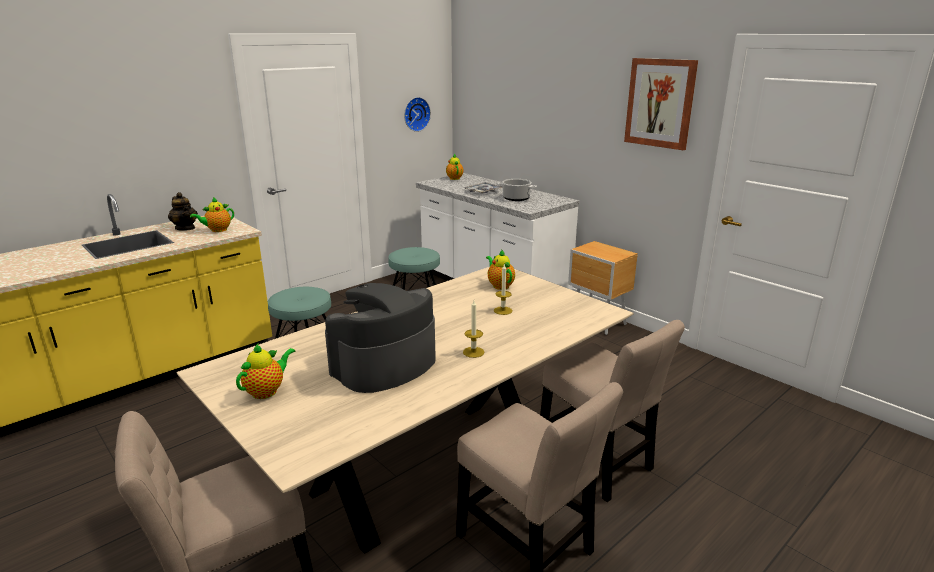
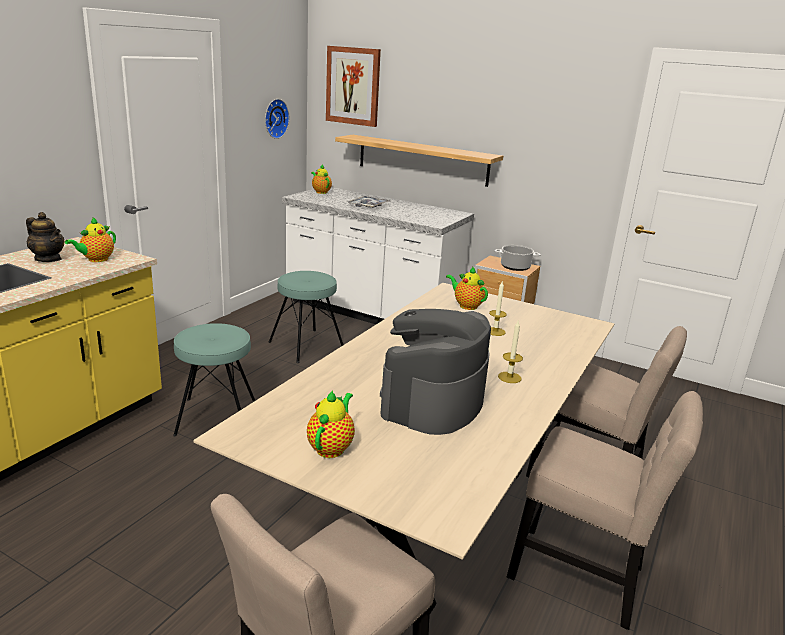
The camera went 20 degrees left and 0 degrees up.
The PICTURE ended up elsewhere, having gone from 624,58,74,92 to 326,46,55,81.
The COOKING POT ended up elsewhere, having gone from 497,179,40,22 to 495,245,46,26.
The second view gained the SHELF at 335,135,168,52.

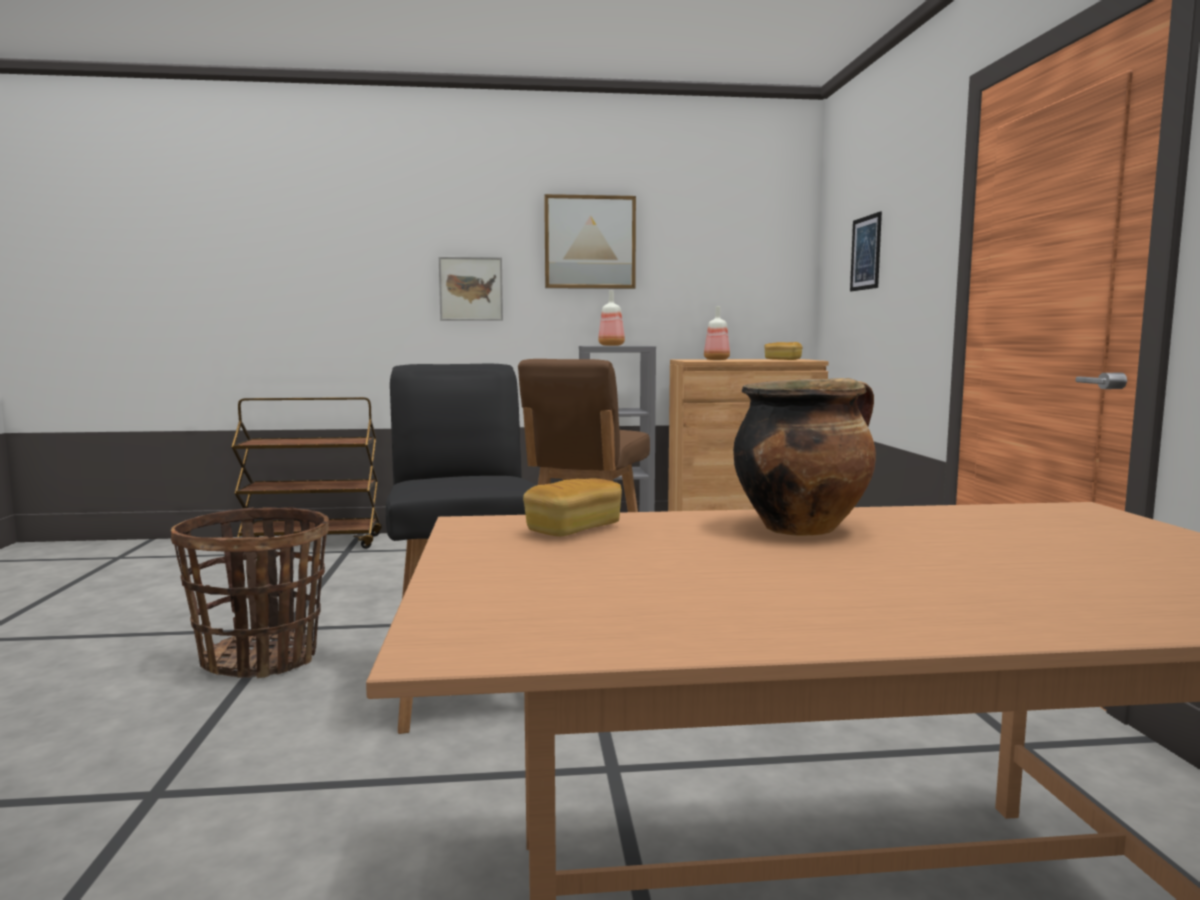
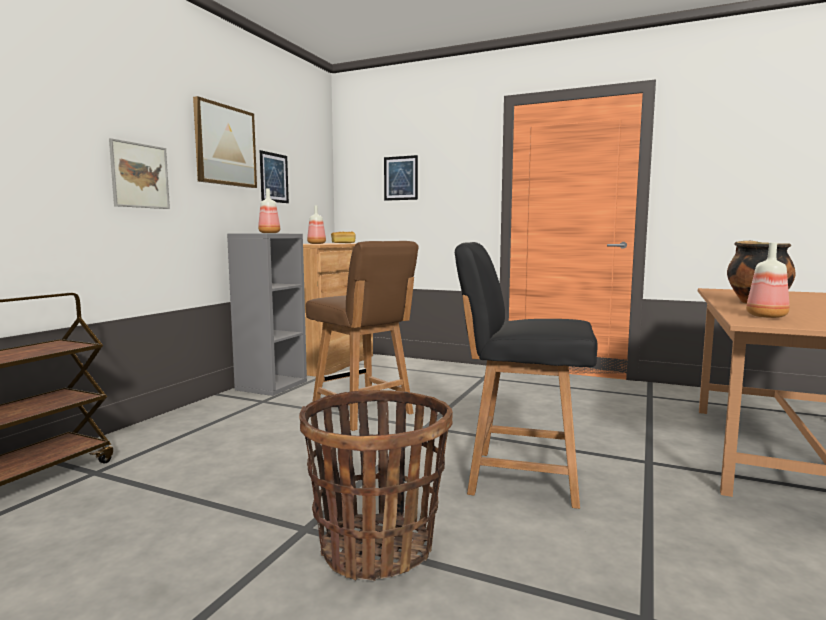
The camera went 60 degrees left and 0 degrees up.
Where the BREAD stood at 523,478,99,58, the BOTTLE came to stand at 746,243,43,75.
The second view gained the PICTURE at 260,150,29,53.

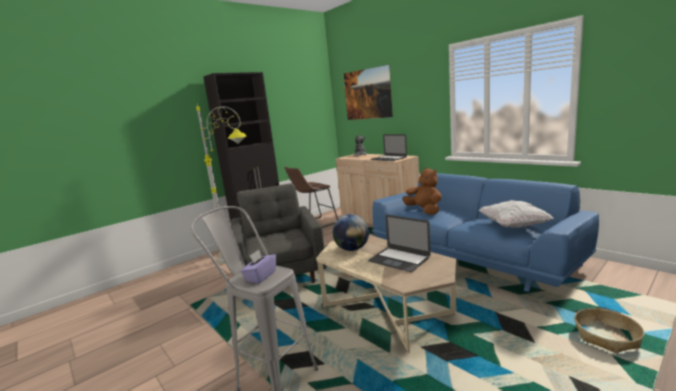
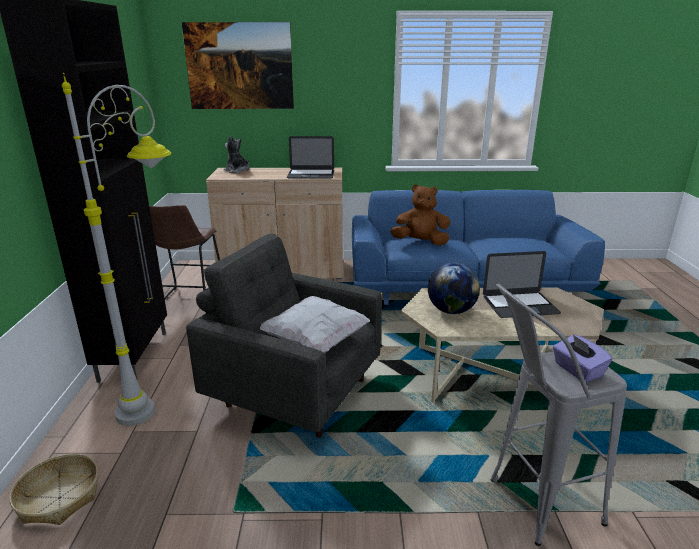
The camera went 50 degrees left and 10 degrees up.
The WHITE PILLOW ended up elsewhere, having gone from 478,200,75,28 to 260,296,110,57.
The BASKET ended up elsewhere, having gone from 574,308,71,45 to 9,454,89,71.

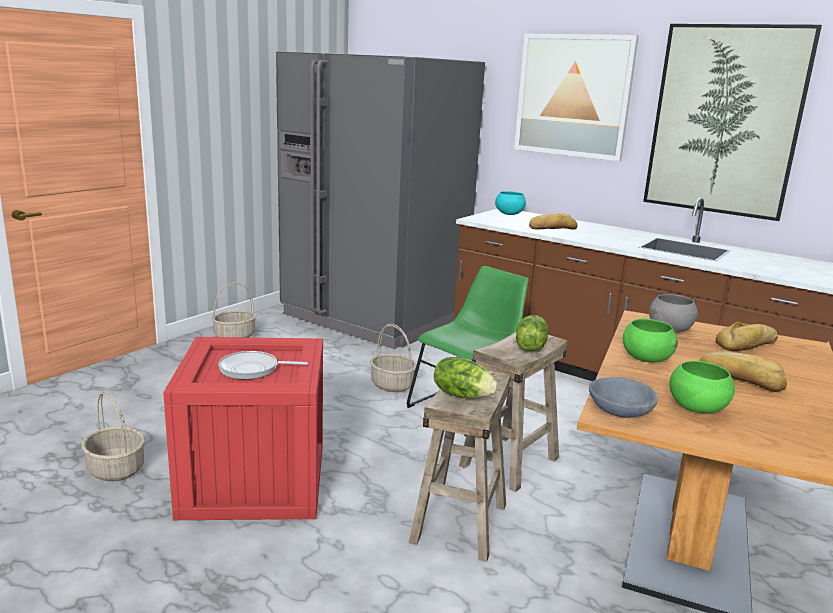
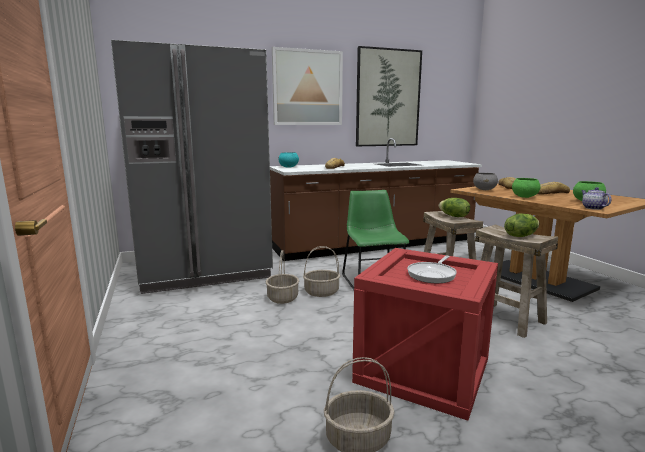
The camera went 55 degrees left and 5 degrees down.
The BASKET ended up elsewhere, having gone from 212,282,44,55 to 266,250,33,54.
Where the GREY BOWL stood at 589,377,69,41, the TEAPOT came to stand at 581,187,31,23.

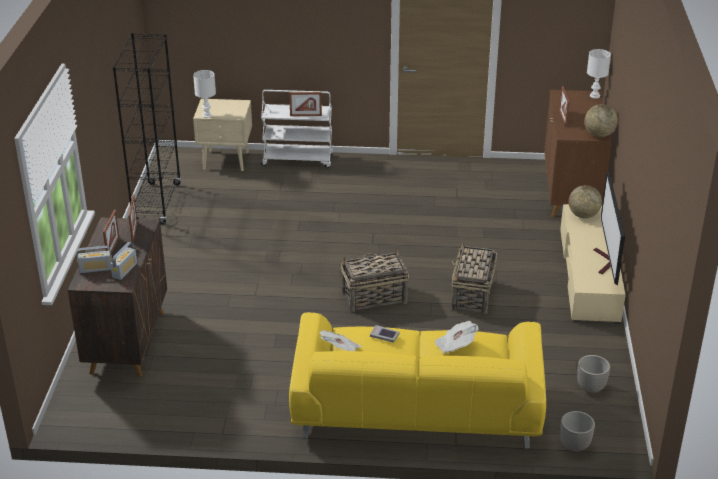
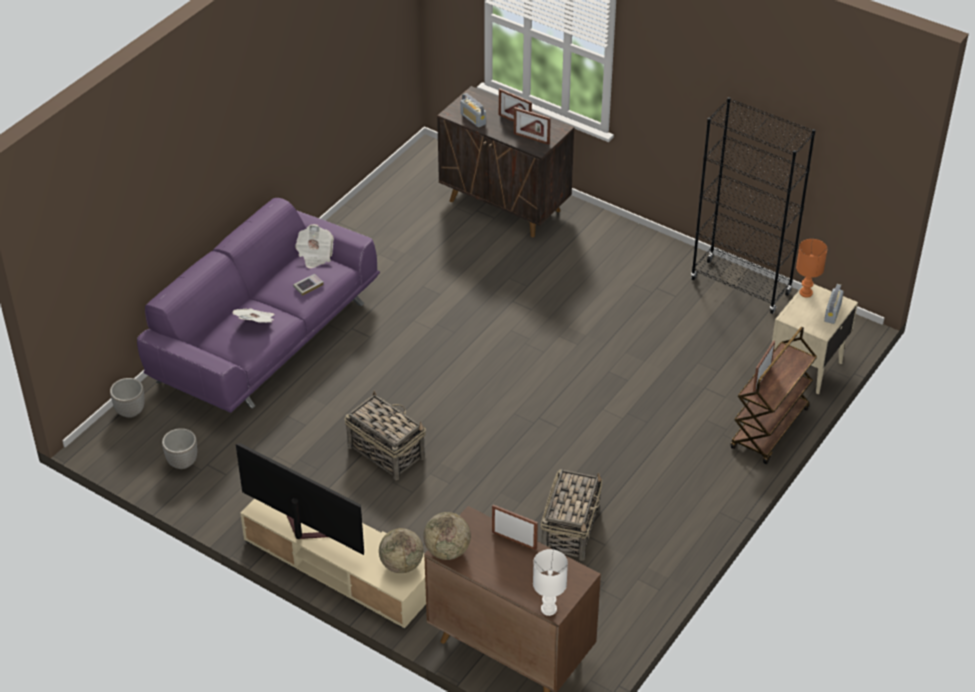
The camera went 120 degrees right and 10 degrees up.
What was the WHITE TABLE LAMP at 193,70,23,48 turned into the ORANGE TABLE LAMP at 796,239,31,58.
What was the WHITE CART at 261,90,72,78 turned into the BROWN CART at 730,327,87,137.
The RADIO ended up elsewhere, having gone from 77,246,35,27 to 824,284,20,40.
The BASKET ended up elsewhere, having gone from 340,249,69,63 to 540,469,62,92.
What was the YELLOW SOFA at 289,312,257,137 turned into the PURPLE SOFA at 137,198,243,215.

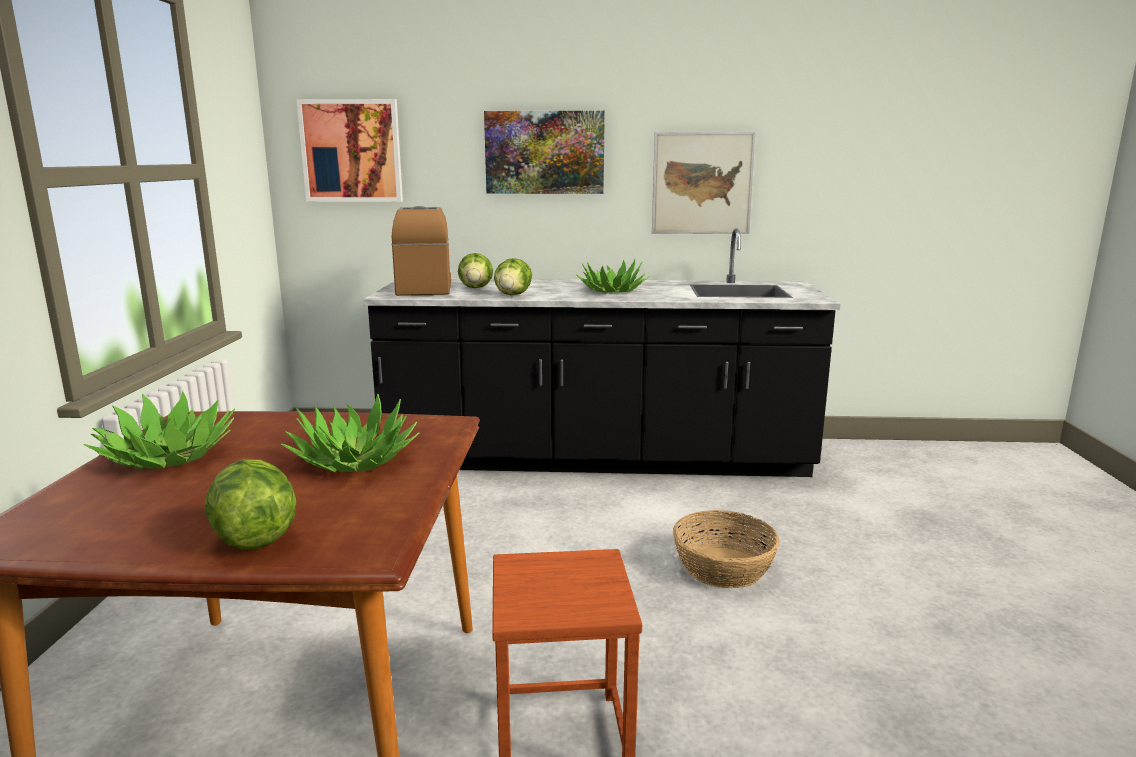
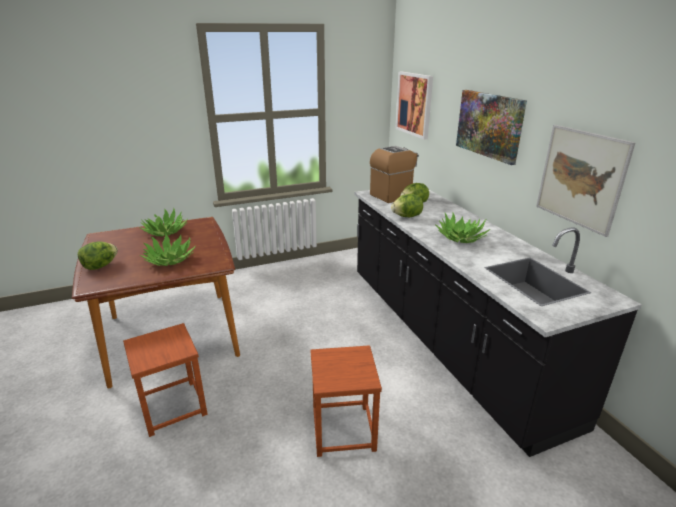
The camera went 65 degrees right and 10 degrees up.
Where the BASKET stood at 673,510,107,78, the BROWN STOOL came to stand at 310,345,72,112.

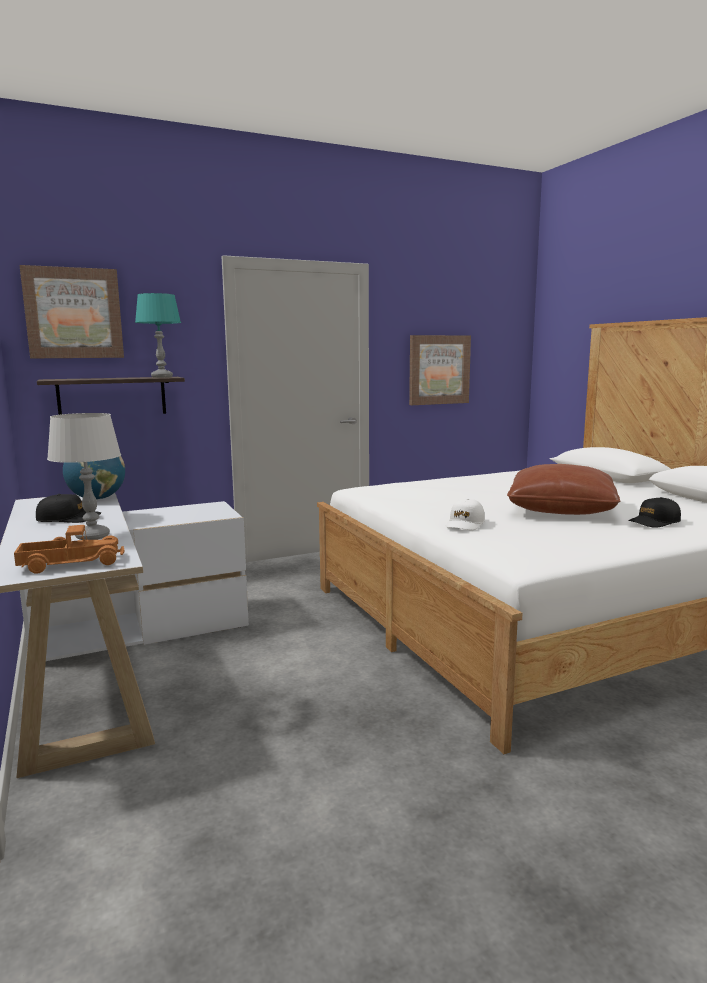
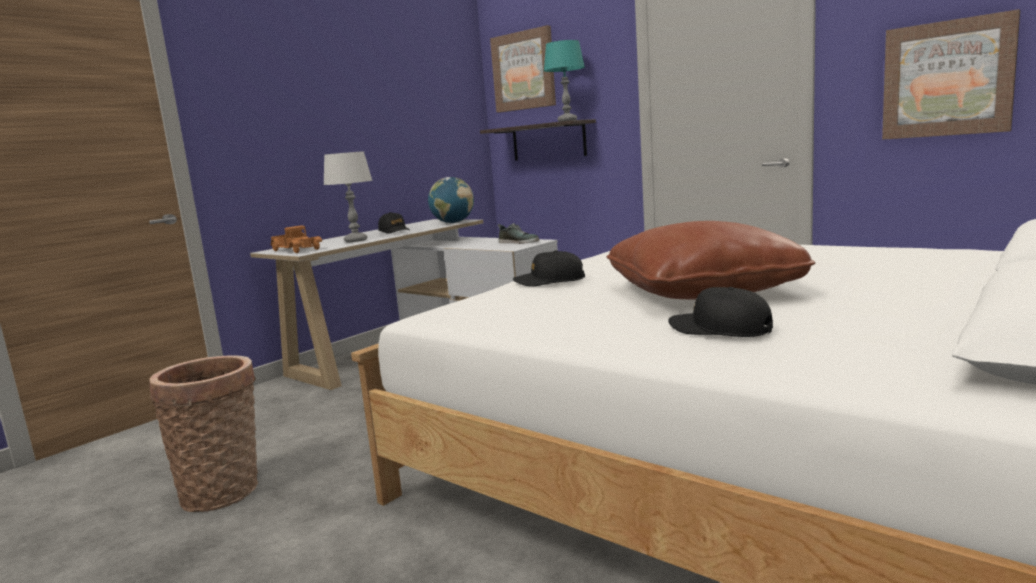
The camera went 65 degrees right and 0 degrees up.
What was the WHITE CAP at 445,499,40,31 turned into the BLACK CAP at 513,250,72,36.
The second view gained the SHOE at 498,223,41,21.
The second view gained the BASKET at 149,355,109,157.

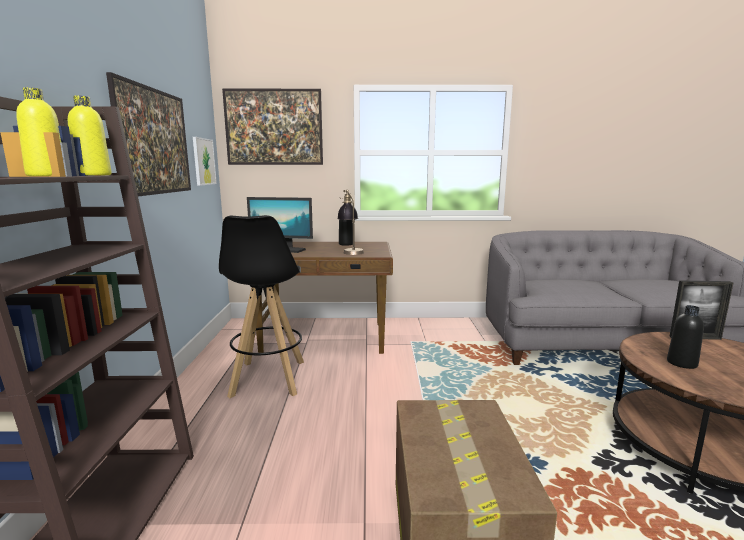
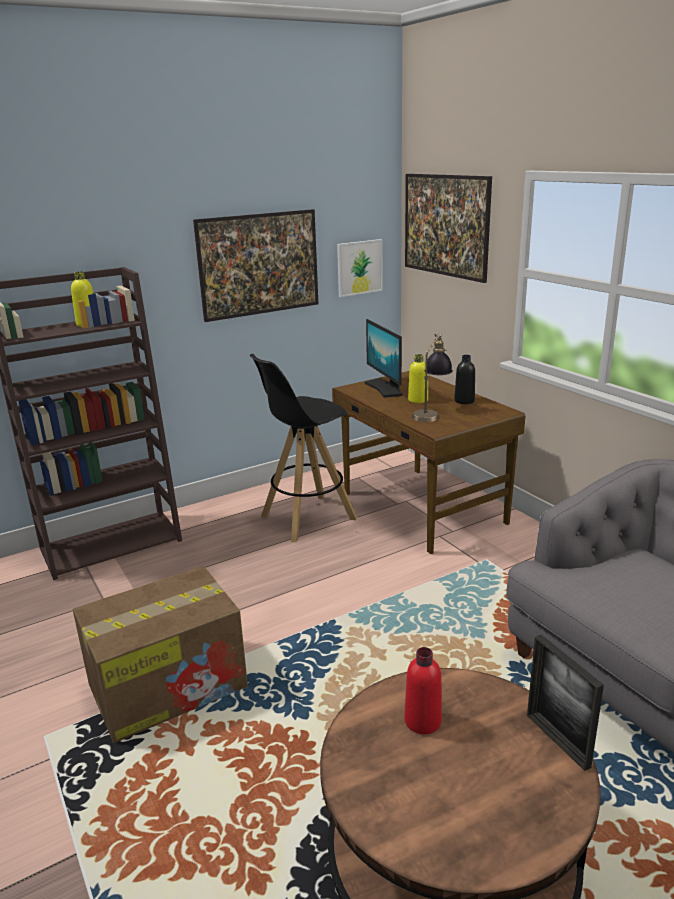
The camera went 60 degrees right and 10 degrees up.
The YELLOW BOTTLE ended up elsewhere, having gone from 68,96,44,80 to 408,354,20,49.
What was the BLACK BOTTLE at 667,305,37,64 turned into the RED BOTTLE at 404,647,38,87.

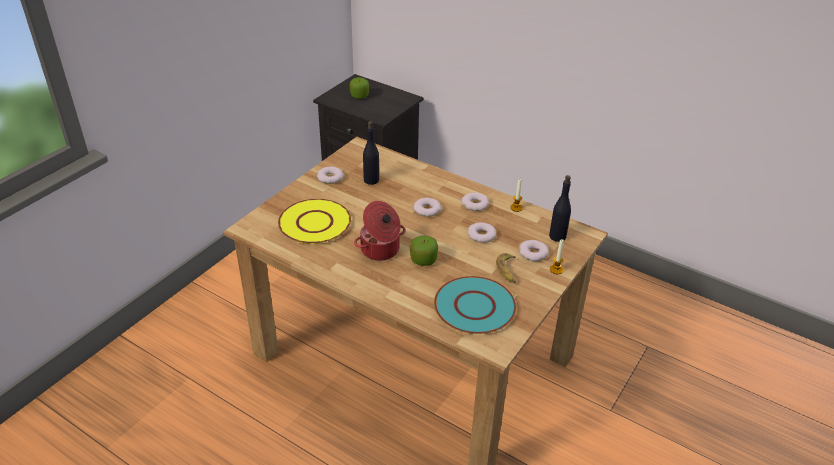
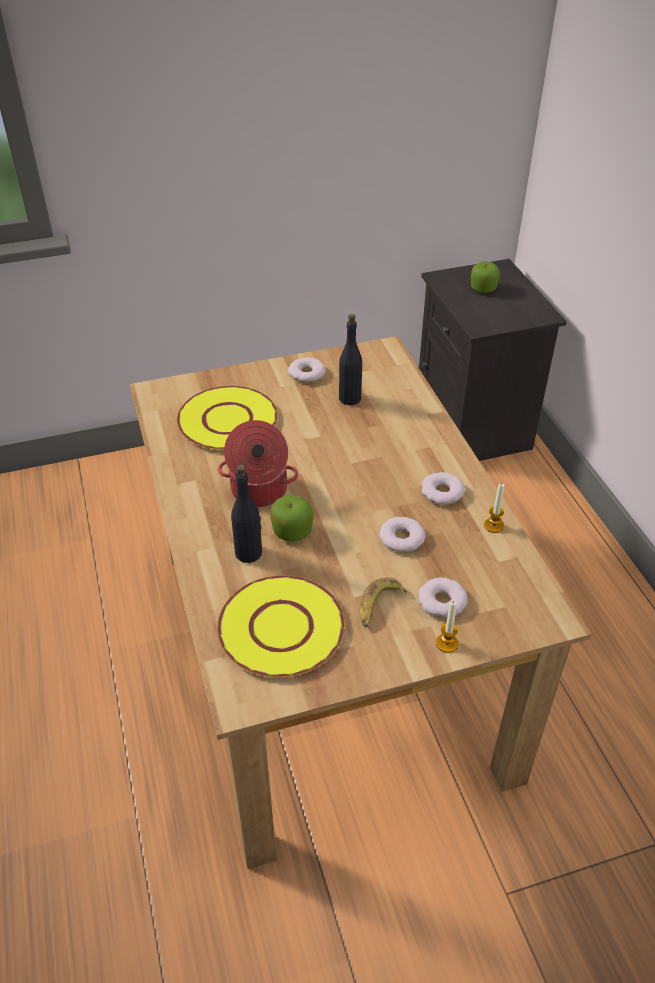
The camera went 40 degrees right and 5 degrees up.
The BLACK BOTTLE ended up elsewhere, having gone from 549,175,22,67 to 231,464,31,99.
The second view lost the DONUT at 413,198,28,19.
What was the TURQUOISE PLATE at 434,276,82,58 turned into the YELLOW PLATE at 217,575,128,103.

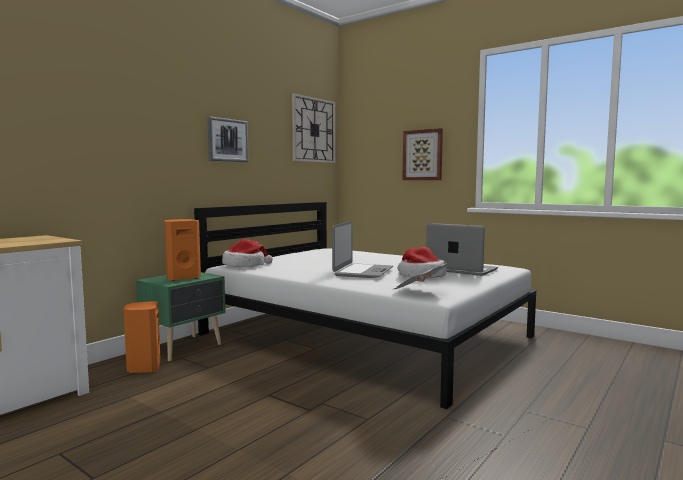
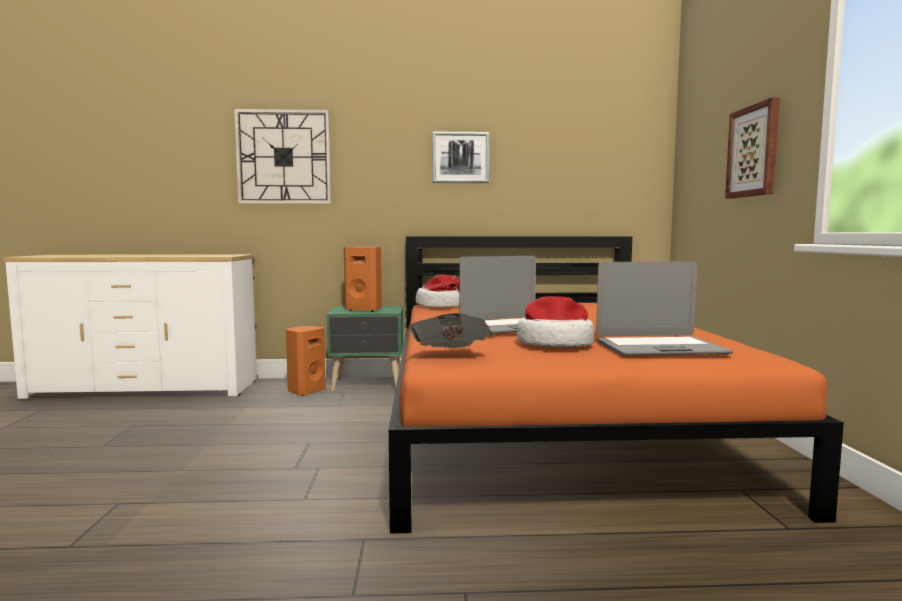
The camera went 50 degrees right and 0 degrees up.
The WALL CLOCK ended up elsewhere, having gone from 292,93,43,70 to 234,109,97,95.
What was the WHITE BED at 194,202,342,207 turned into the ORANGE BED at 389,237,455,297.
The LAPTOP at 426,223,72,53 ended up facing another way, 90 degrees clockwise from before.

